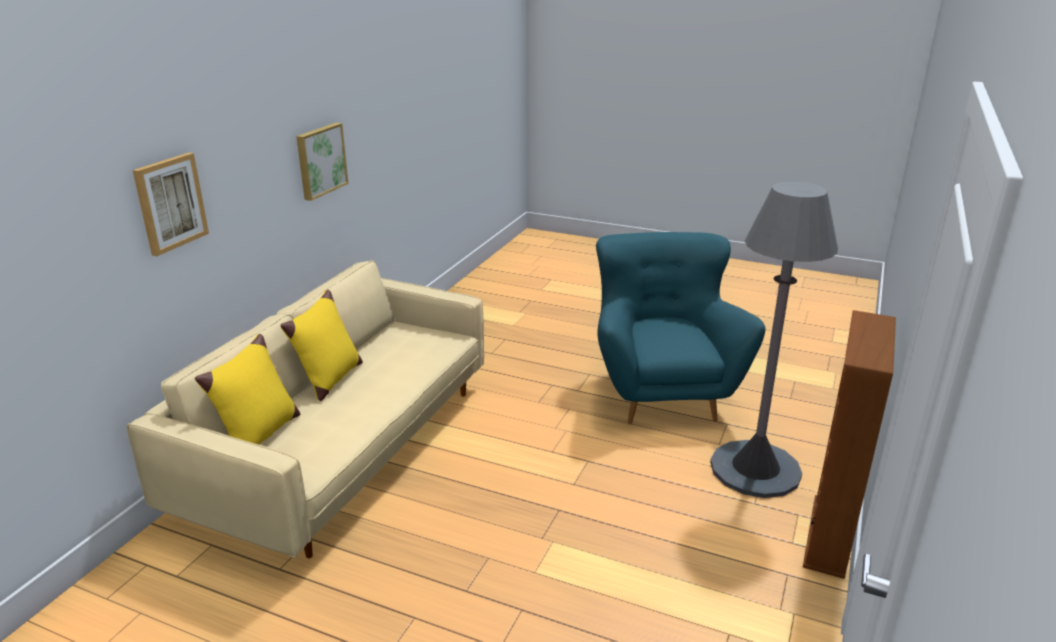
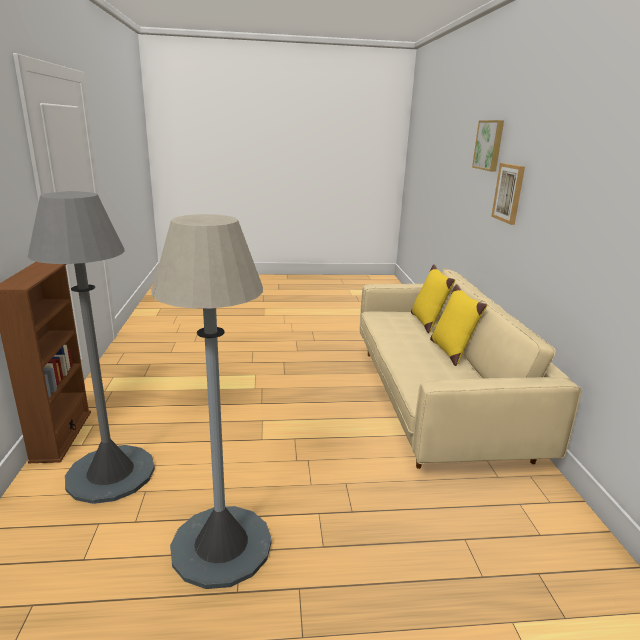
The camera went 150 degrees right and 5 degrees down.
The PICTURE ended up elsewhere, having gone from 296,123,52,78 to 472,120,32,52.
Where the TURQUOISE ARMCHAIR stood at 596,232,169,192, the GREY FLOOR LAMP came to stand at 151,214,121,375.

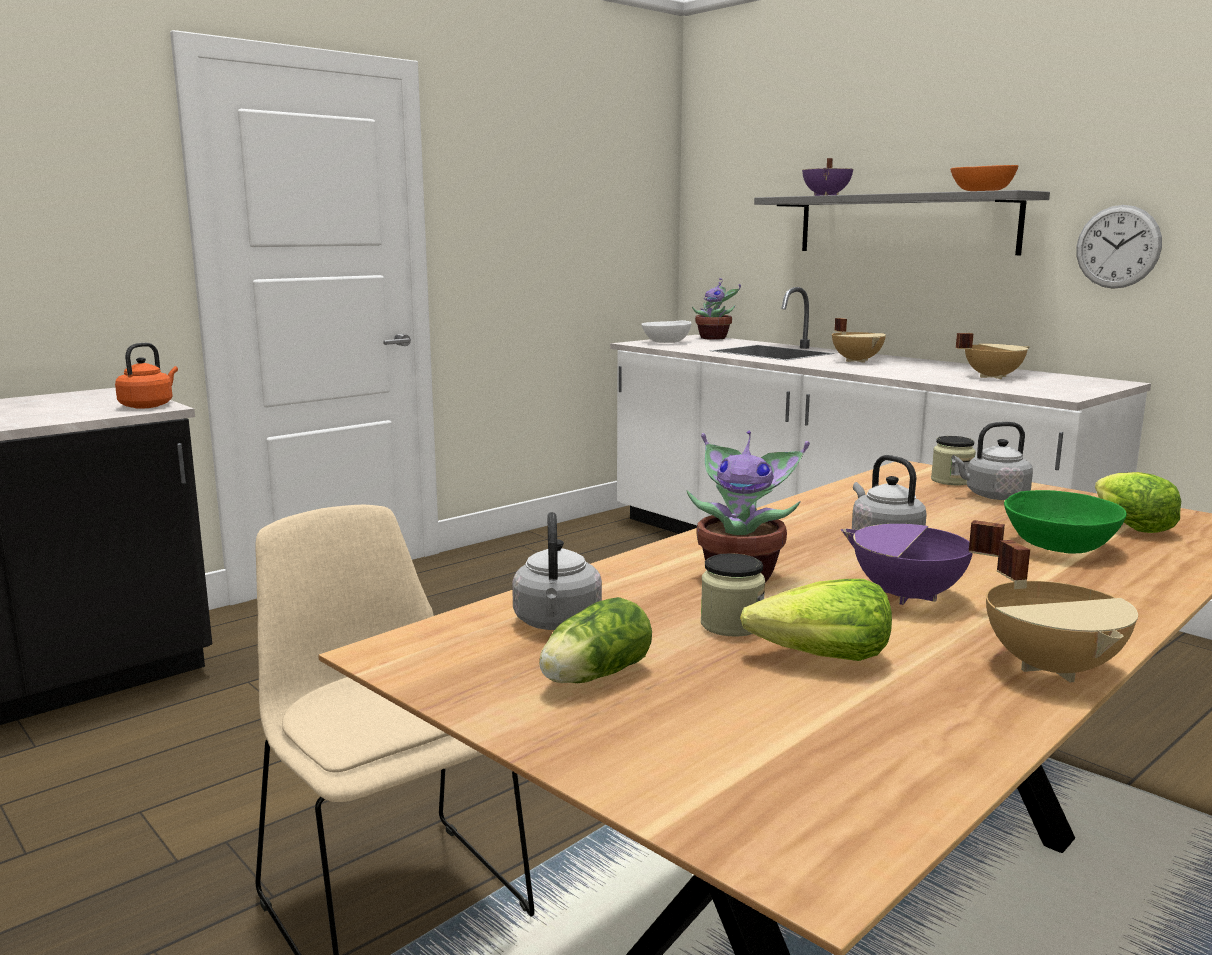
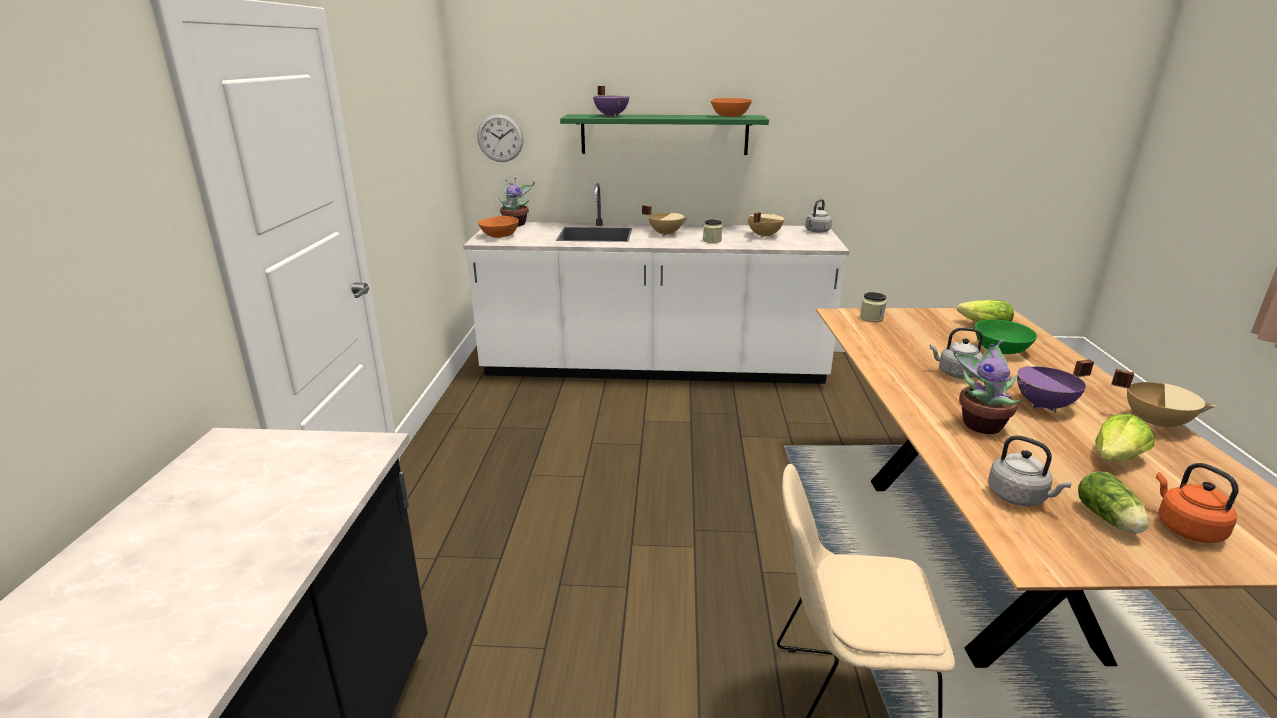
The camera went 45 degrees left and 10 degrees up.
What was the GREY SHELF at 754,190,296,65 turned into the GREEN SHELF at 560,114,209,41.
The WALL CLOCK ended up elsewhere, having gone from 1076,205,86,84 to 477,114,46,48.
What was the WHITE BOWL at 641,320,51,23 turned into the ORANGE BOWL at 478,216,41,22.
The ORANGE KETTLE ended up elsewhere, having gone from 115,343,63,66 to 1156,463,83,80.
The GREY KETTLE ended up elsewhere, having gone from 952,422,81,78 to 805,199,27,34.
The JAR ended up elsewhere, having gone from 701,553,64,84 to 703,219,19,24.

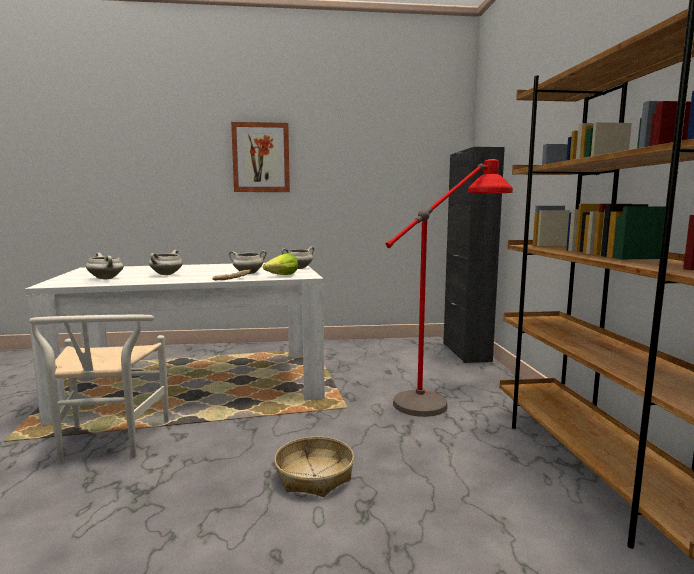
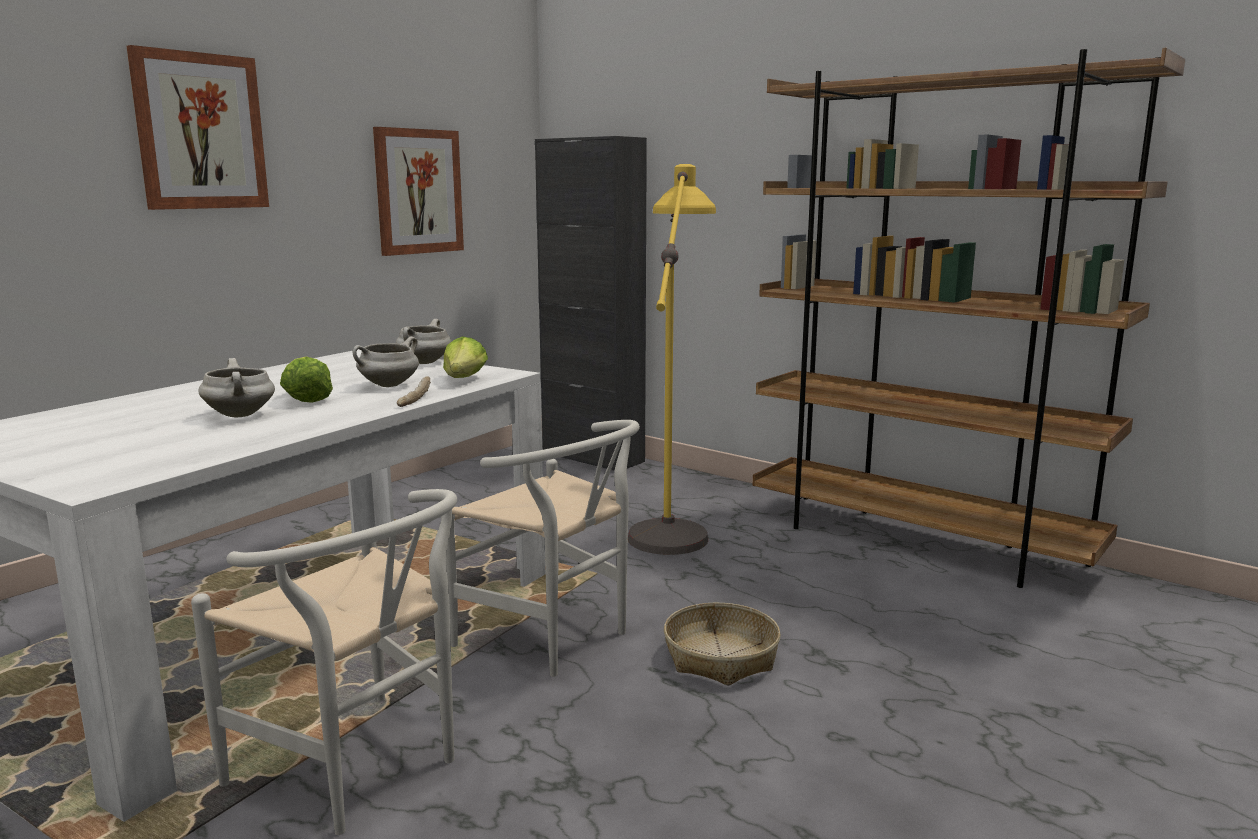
The camera went 45 degrees left and 5 degrees up.
What was the RED FLOOR LAMP at 386,159,127,258 turned into the YELLOW FLOOR LAMP at 628,164,88,391.
The second view lost the WHITE COOKING POT at 86,253,38,26.
The second view gained the PICTURE at 373,127,91,129.
The second view gained the LETTUCE at 280,357,53,46.
The second view gained the WHITE CHAIR at 441,420,199,257.

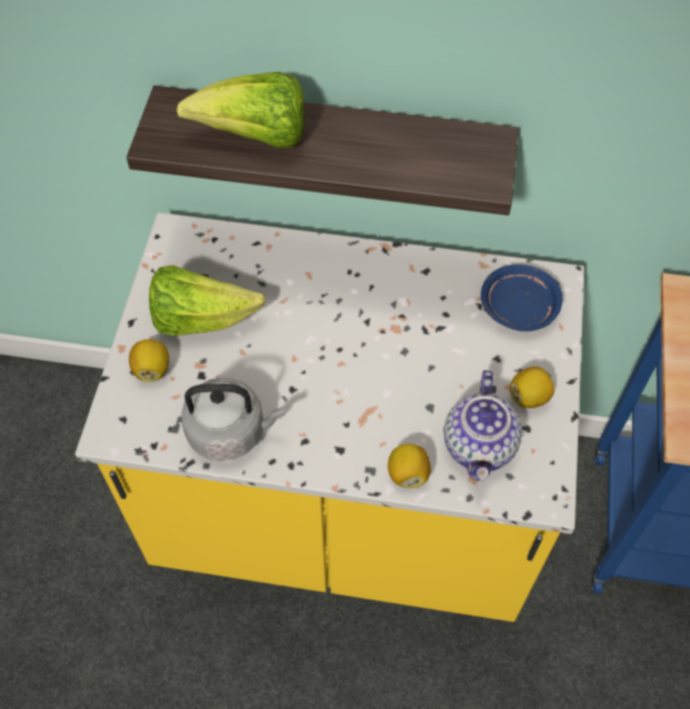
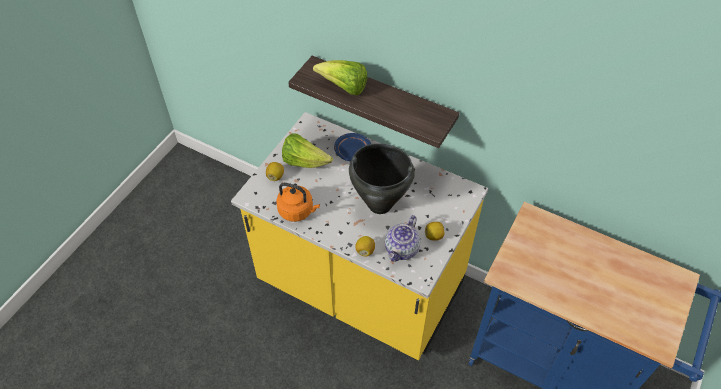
The camera went 20 degrees right and 5 degrees down.
The BLUE PLATE ended up elsewhere, having gone from 481,264,82,67 to 334,133,37,28.
What was the GREY KETTLE at 181,377,104,84 turned into the ORANGE KETTLE at 276,183,44,39.
The second view gained the BLACK COOKING POT at 349,143,66,71.

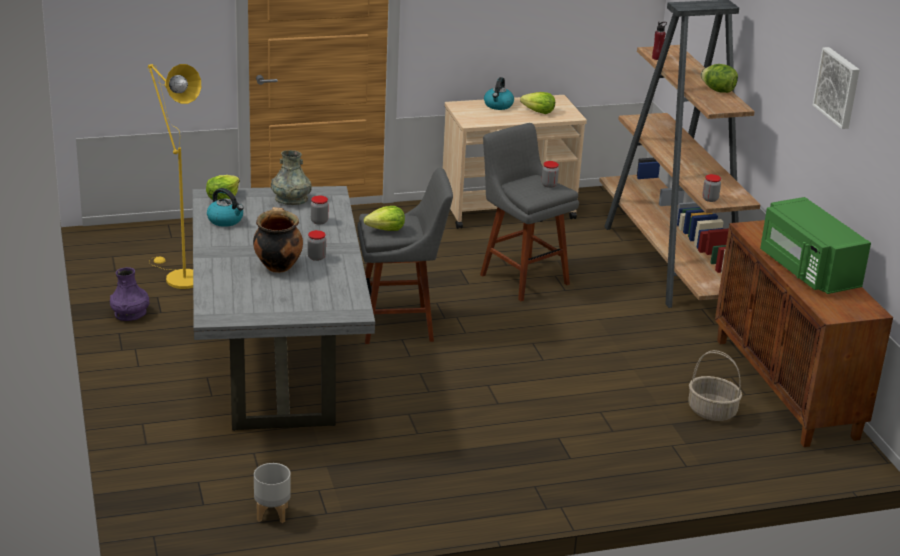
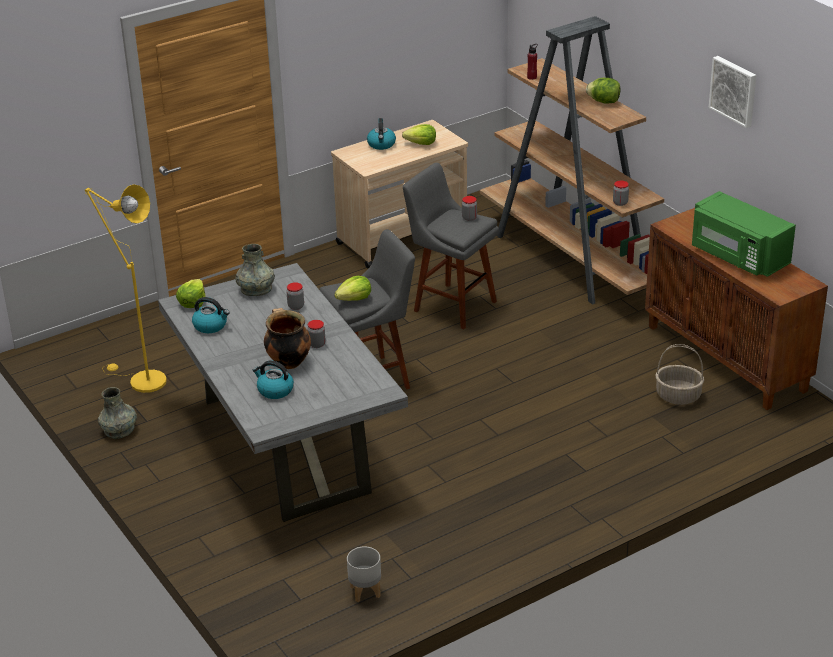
The camera went 15 degrees left and 5 degrees up.
What was the PURPLE VASE at 110,267,39,54 turned into the GREY VASE at 98,387,39,52.
The second view gained the KETTLE at 253,361,41,38.

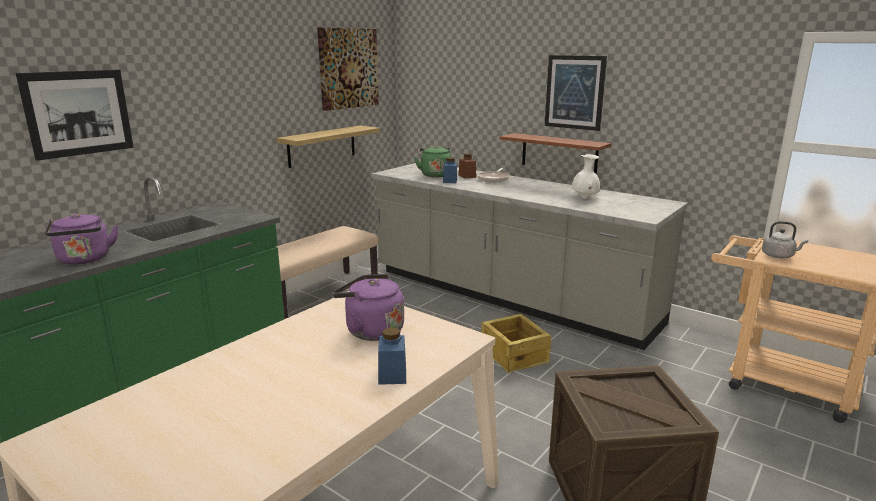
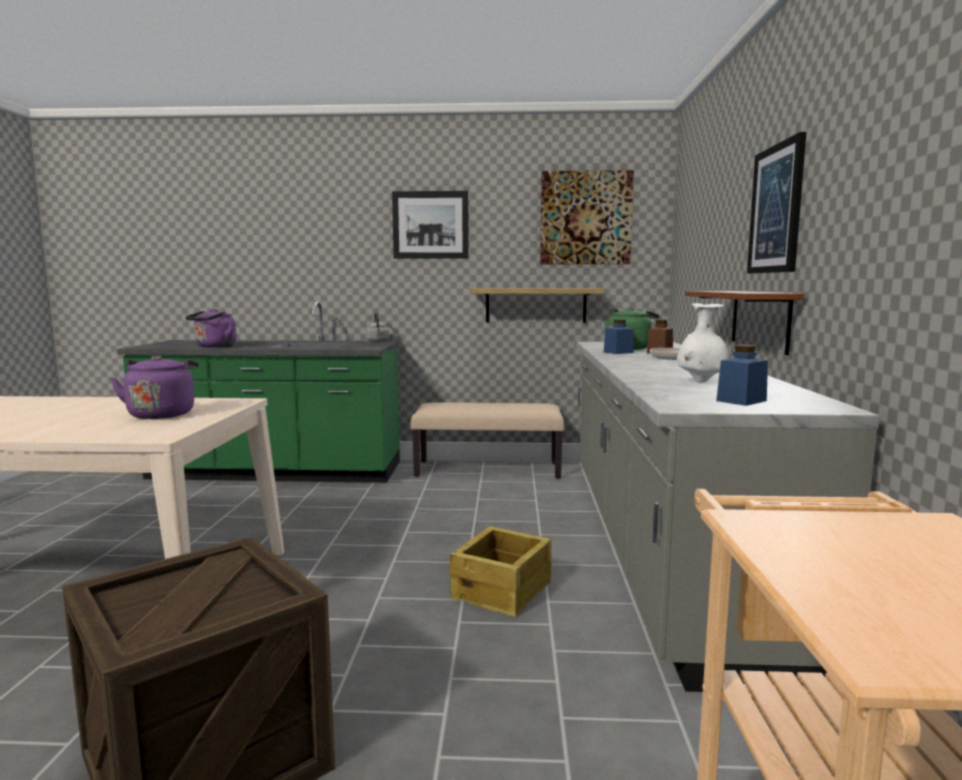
The camera went 55 degrees right and 10 degrees down.
The PICTURE ended up elsewhere, having gone from 16,70,118,91 to 392,191,77,68.
The GREY KETTLE ended up elsewhere, having gone from 762,221,46,37 to 366,313,24,29.
The BLUE JAR ended up elsewhere, having gone from 378,327,28,58 to 716,344,52,62.

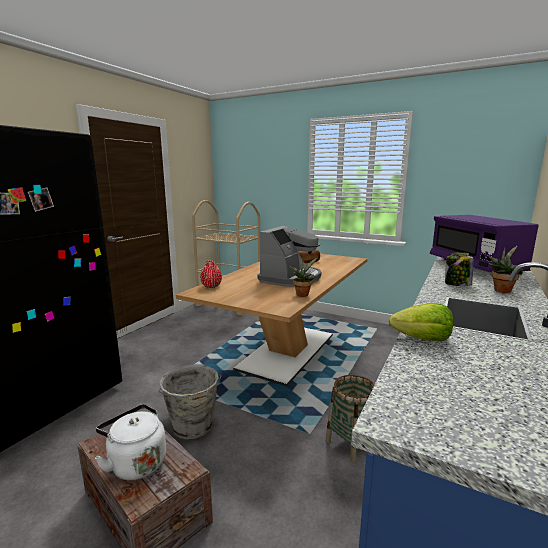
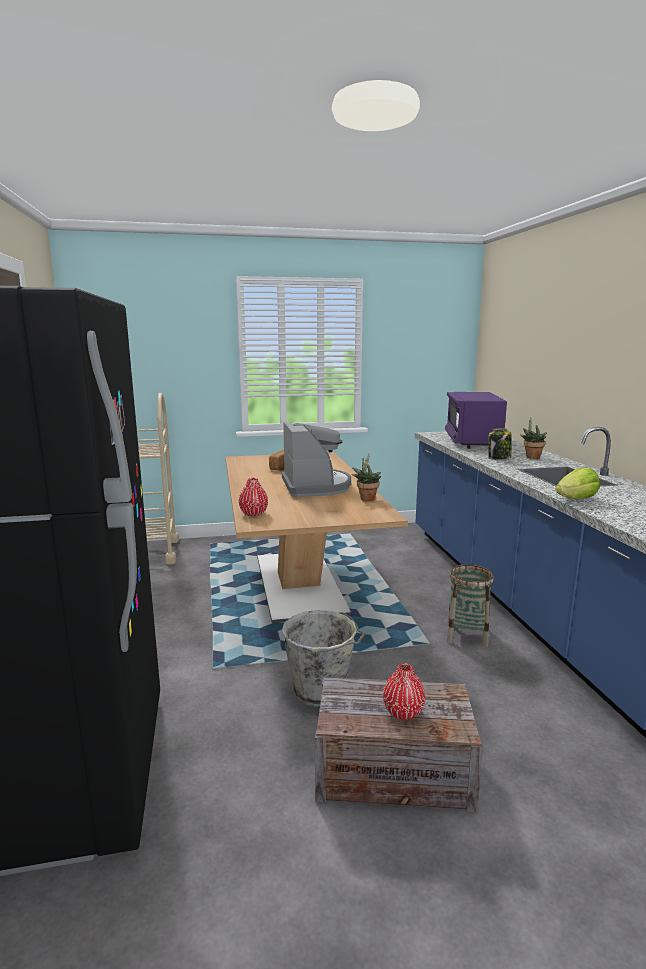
The camera went 40 degrees left and 0 degrees up.
The PURPLE MICROWAVE at 430,215,109,60 ended up facing another way, 60 degrees clockwise from before.
Where the WHITE KETTLE stood at 95,404,71,77, the RED VASE came to stand at 383,663,42,57.

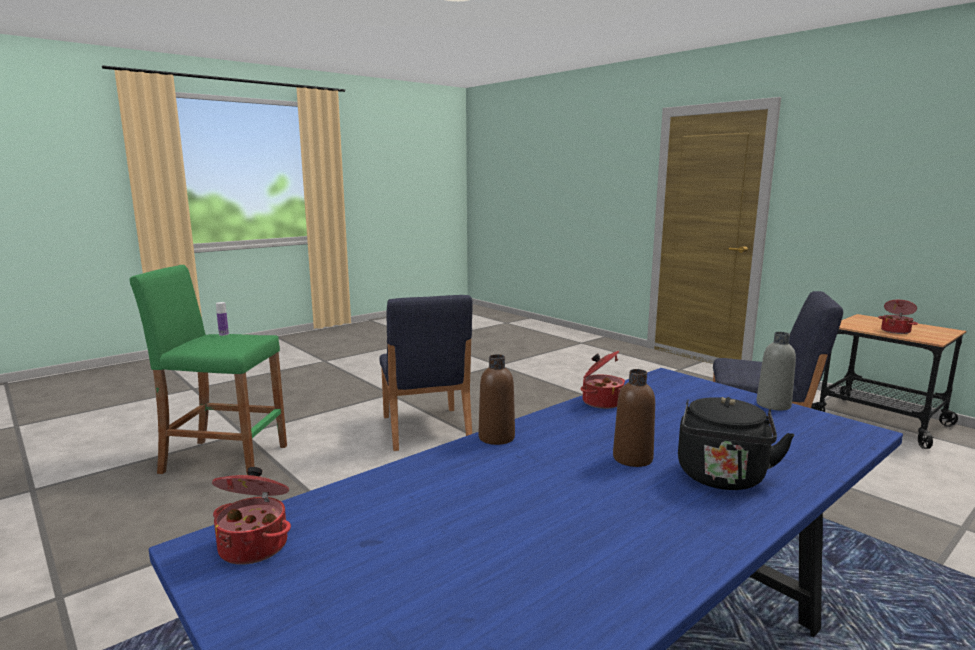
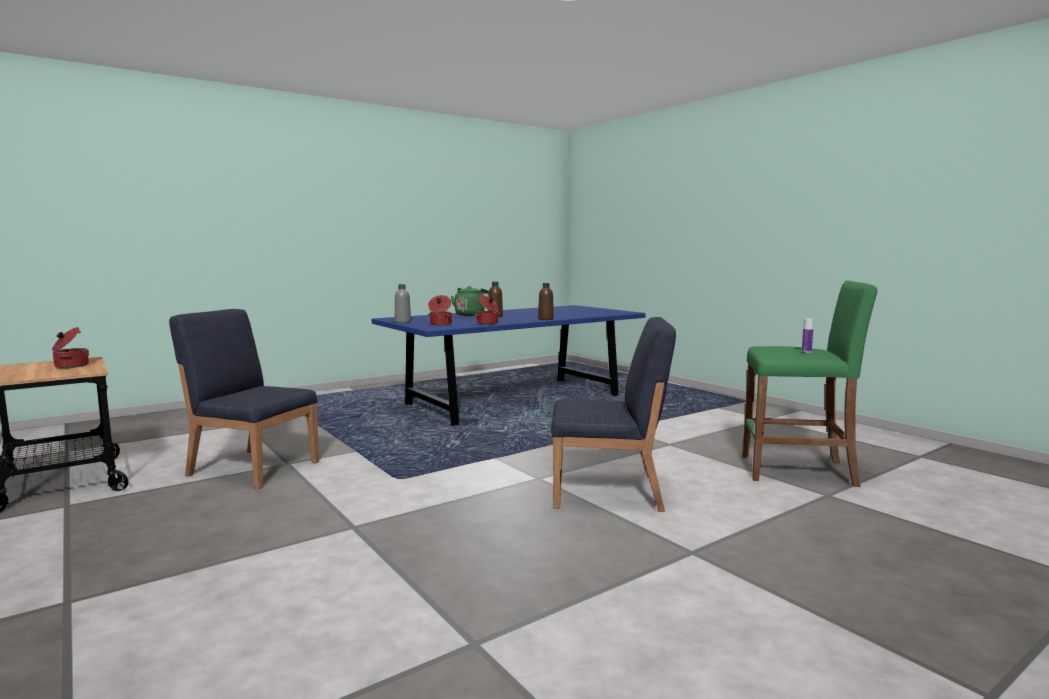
The camera went 175 degrees left and 5 degrees down.
The BLUE CHAIR at 379,295,94,156 ended up facing another way, 105 degrees clockwise from before.
What was the BLACK KETTLE at 678,397,116,93 turned into the GREEN KETTLE at 451,286,38,30.
The COOKING POT ended up elsewhere, having gone from 212,467,79,98 to 428,295,26,30.

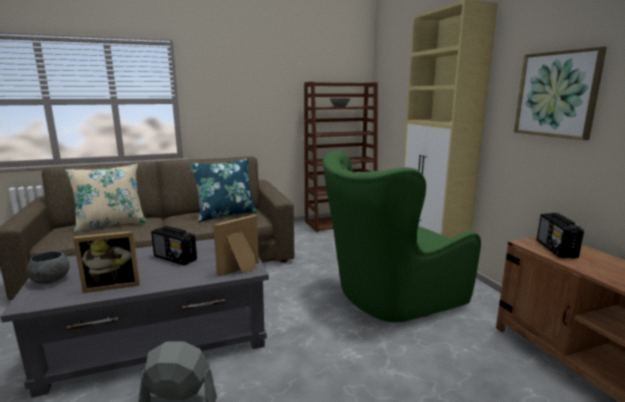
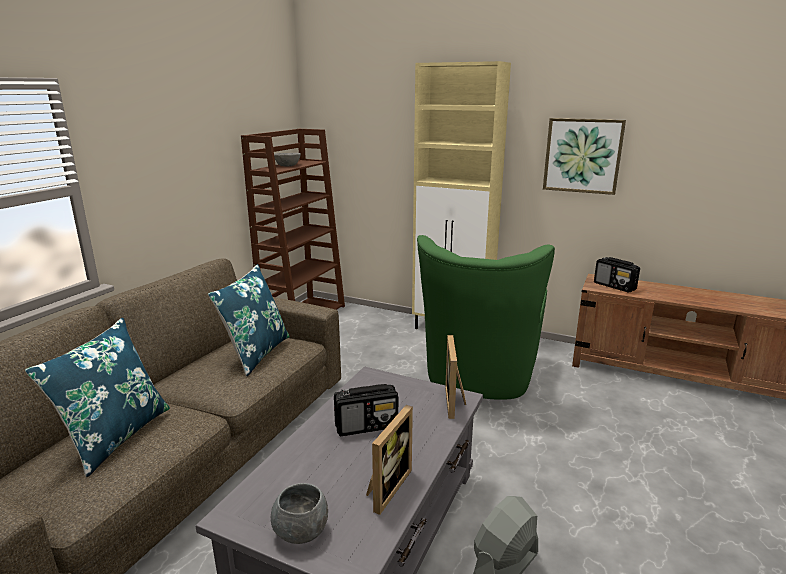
The camera went 45 degrees left and 5 degrees up.
What was the BEIGE PILLOW at 65,163,81,70 turned into the BLUE PILLOW at 25,318,145,159.

